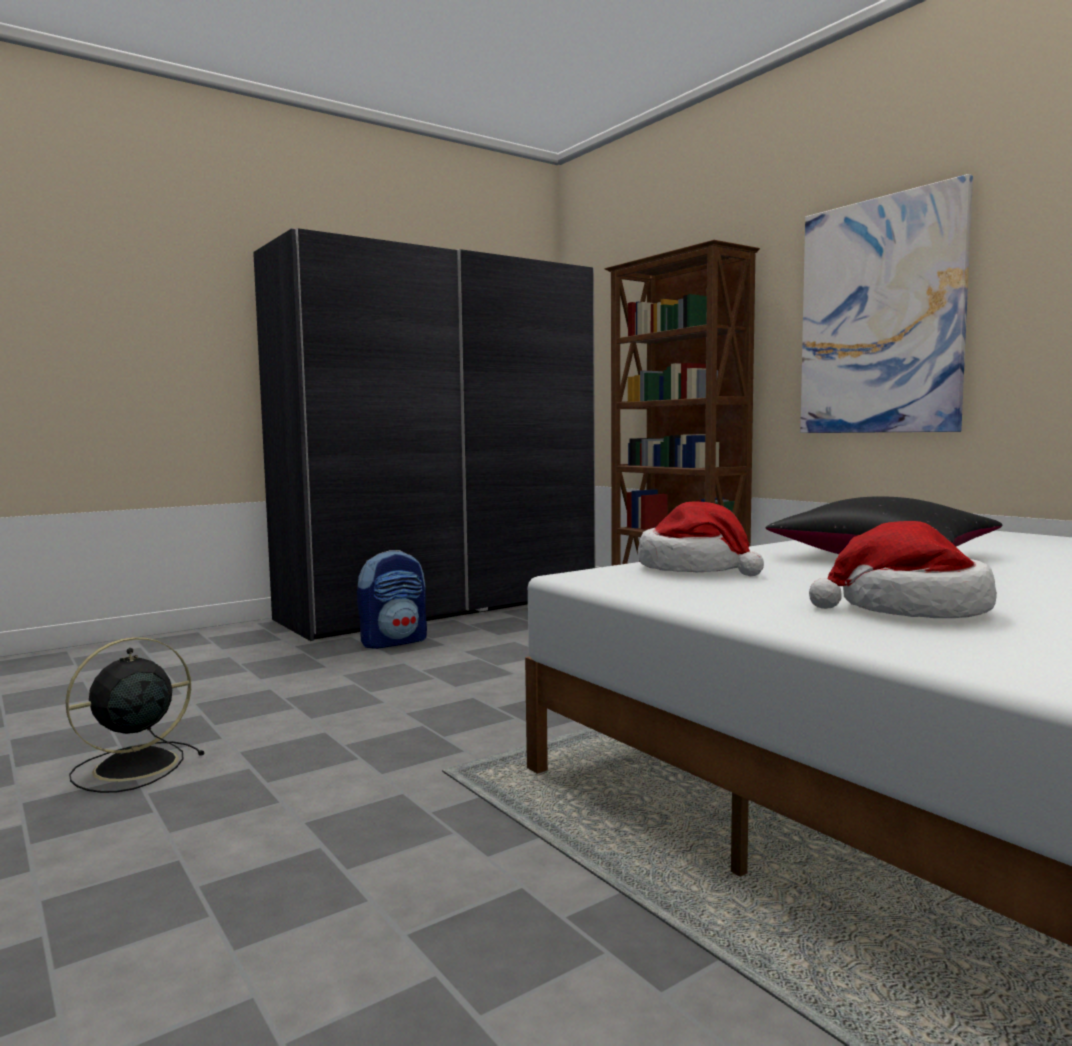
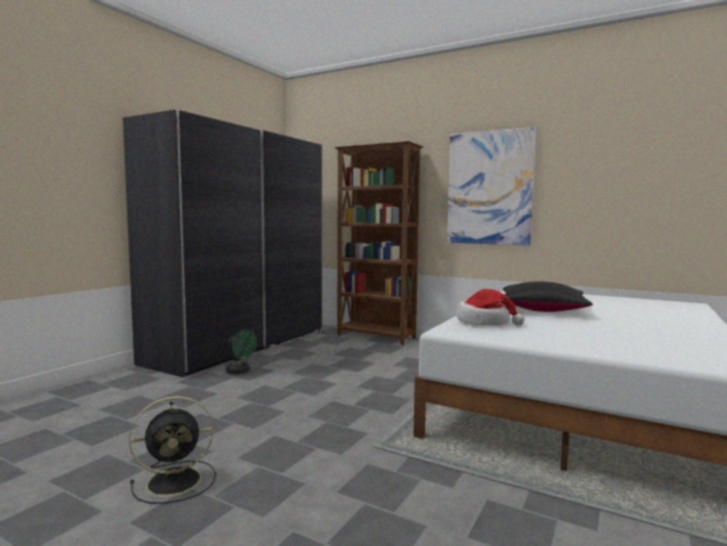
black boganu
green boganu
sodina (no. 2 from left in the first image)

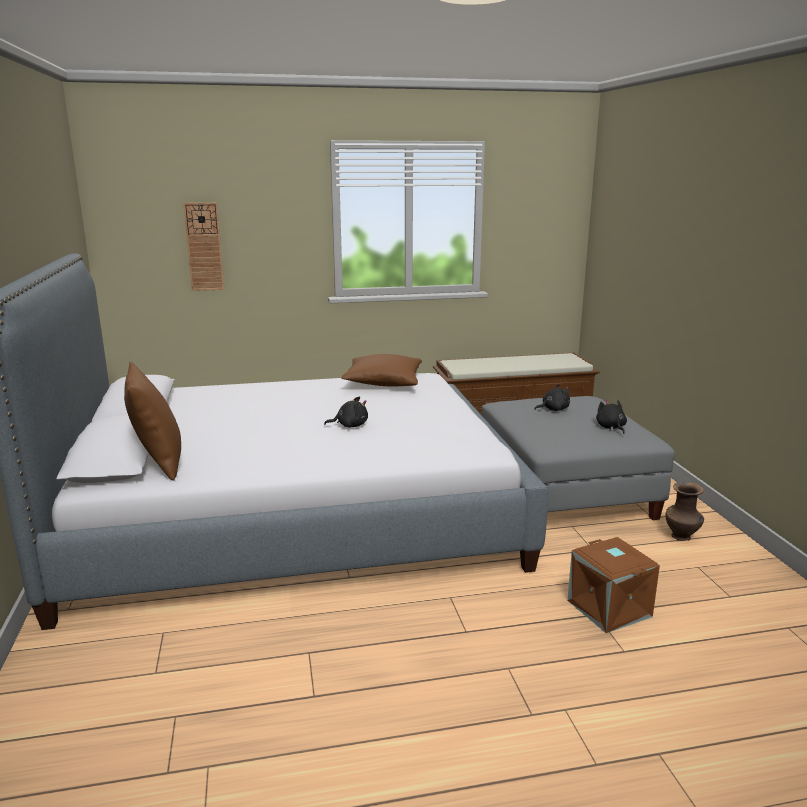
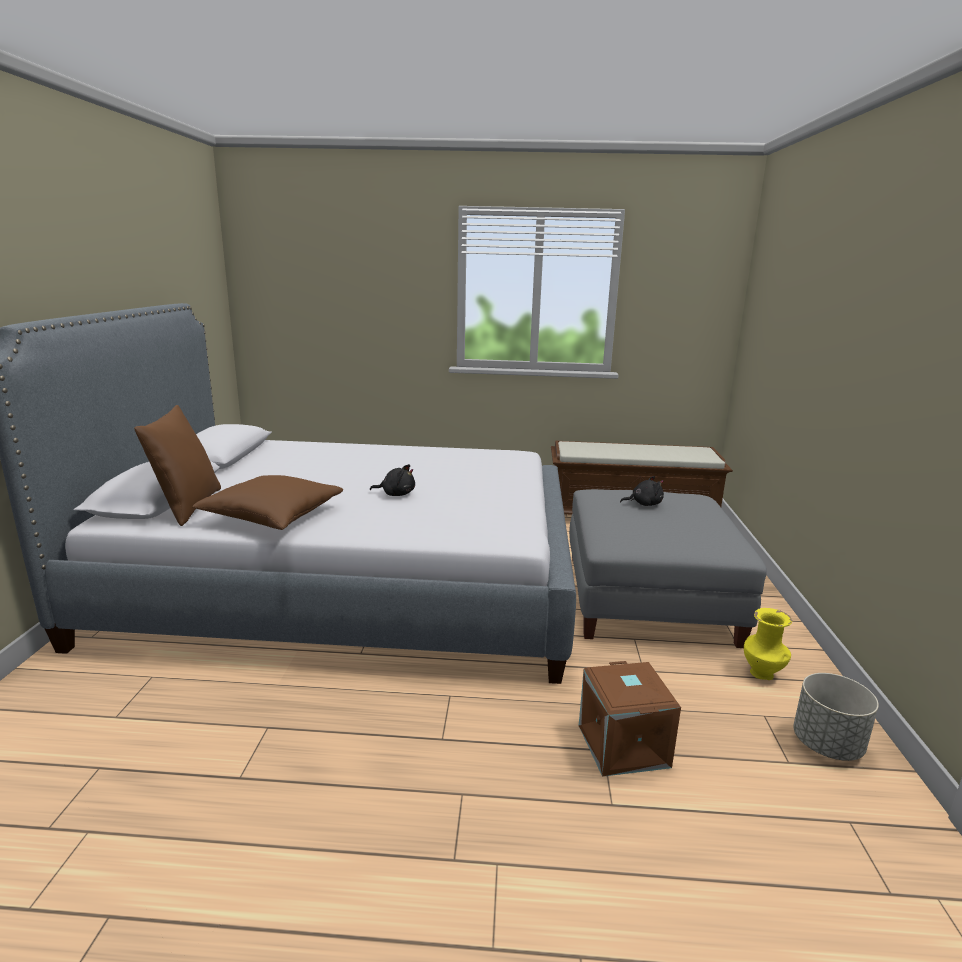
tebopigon
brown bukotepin (no. 2 from left)
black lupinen (no. 3 from left in the first image)
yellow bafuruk
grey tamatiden

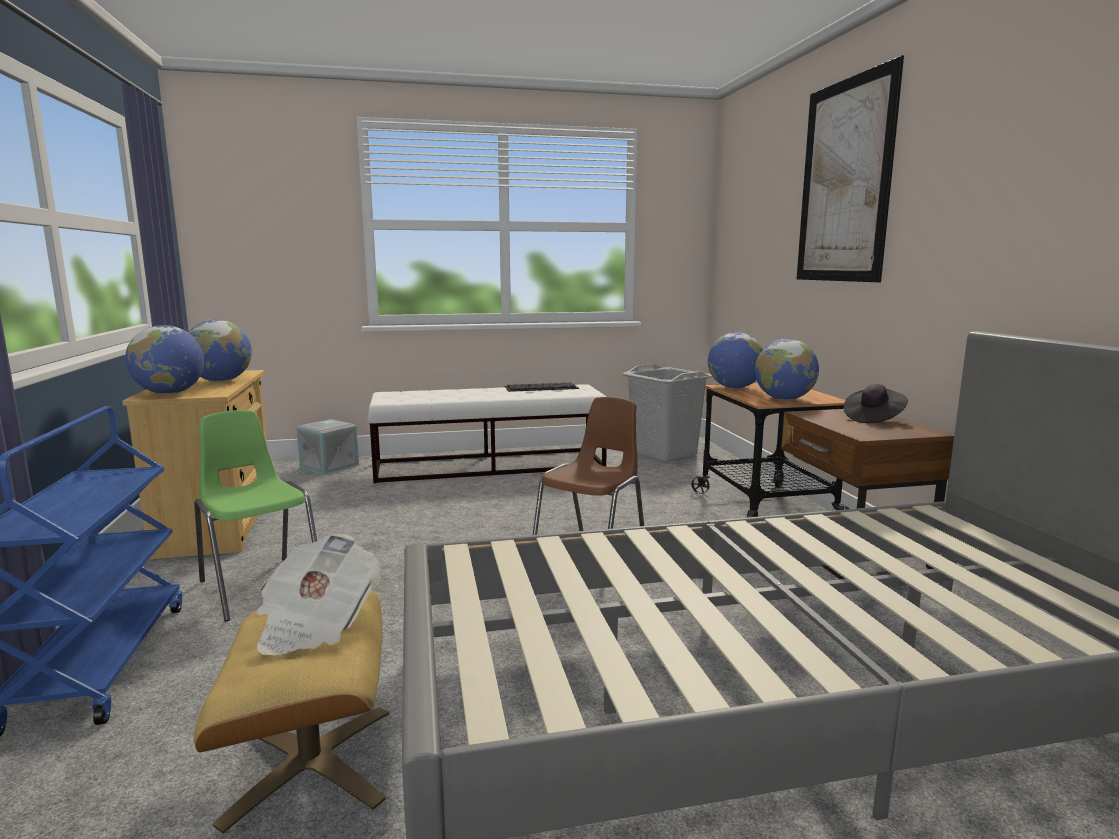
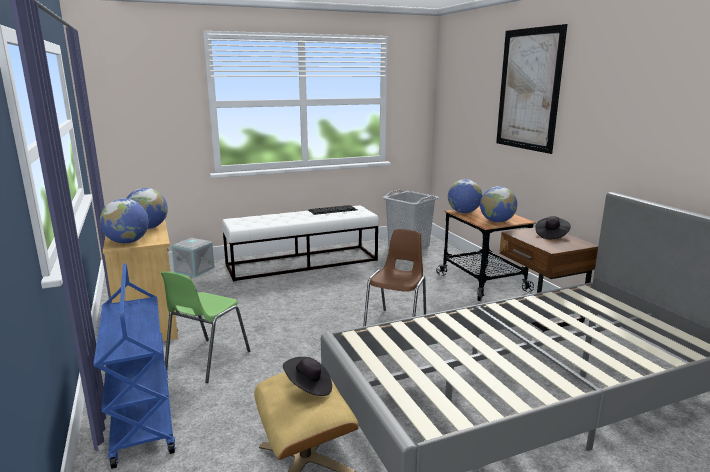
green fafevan
black sodina (no. 1 from left)

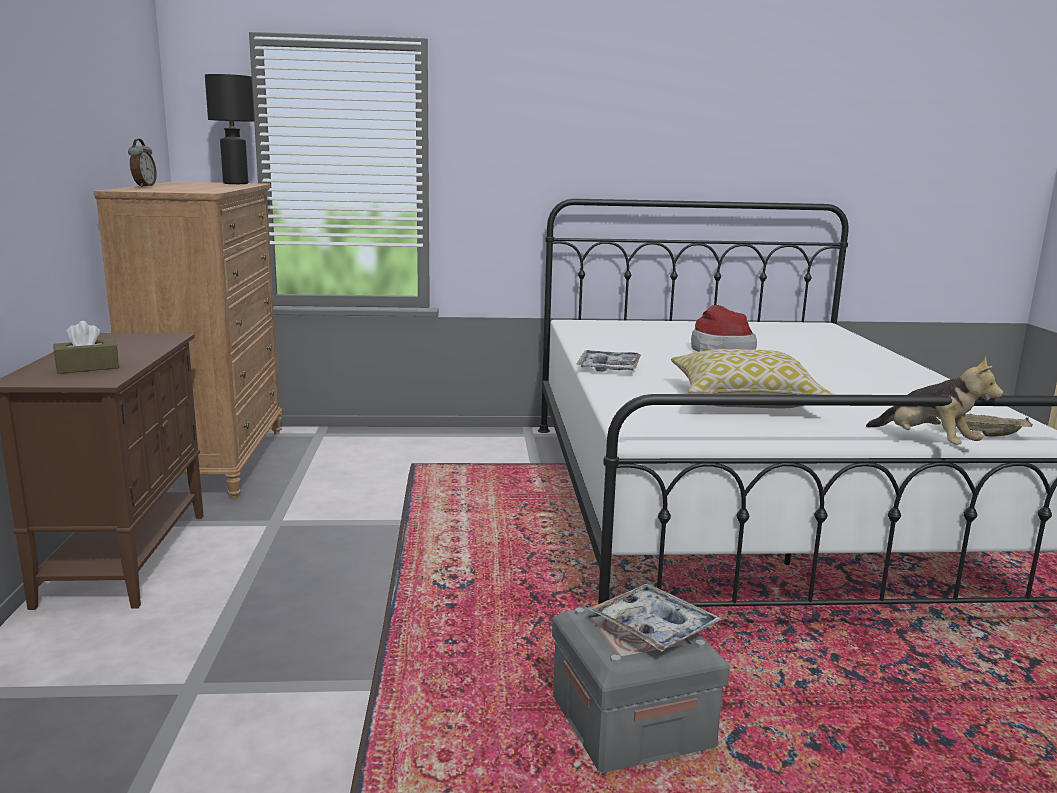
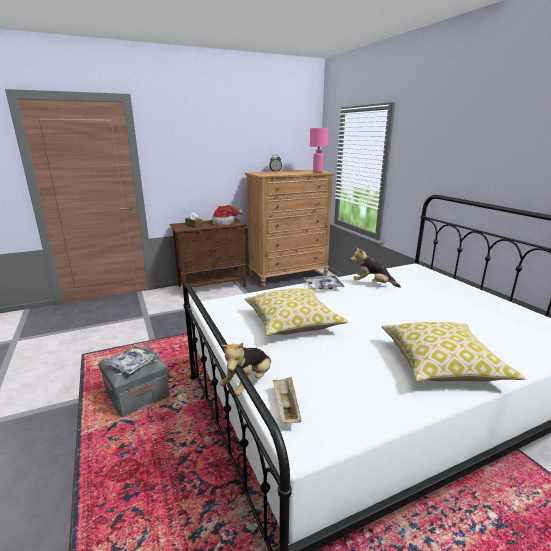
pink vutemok
sodina
lupinen (no. 2 from left)
bukotepin (no. 2 from left)

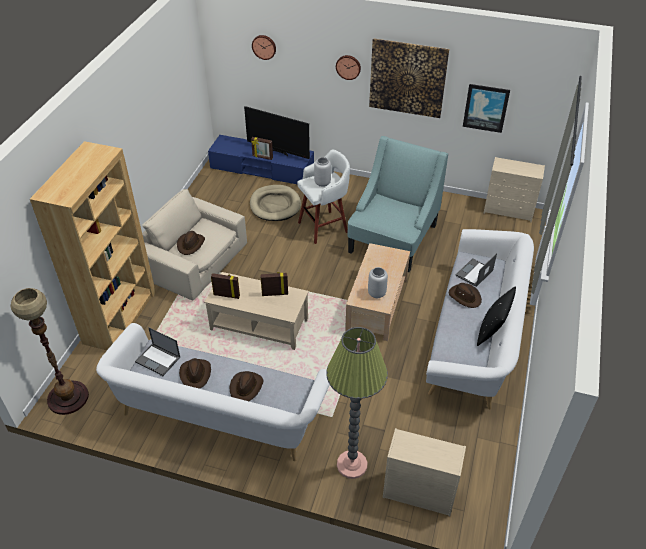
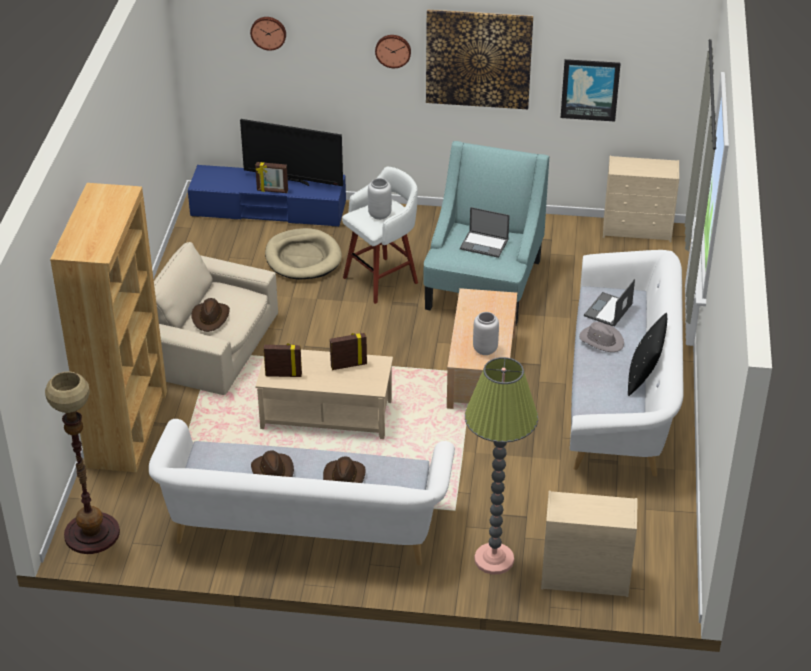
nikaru (no. 1 from left)
grey sodina

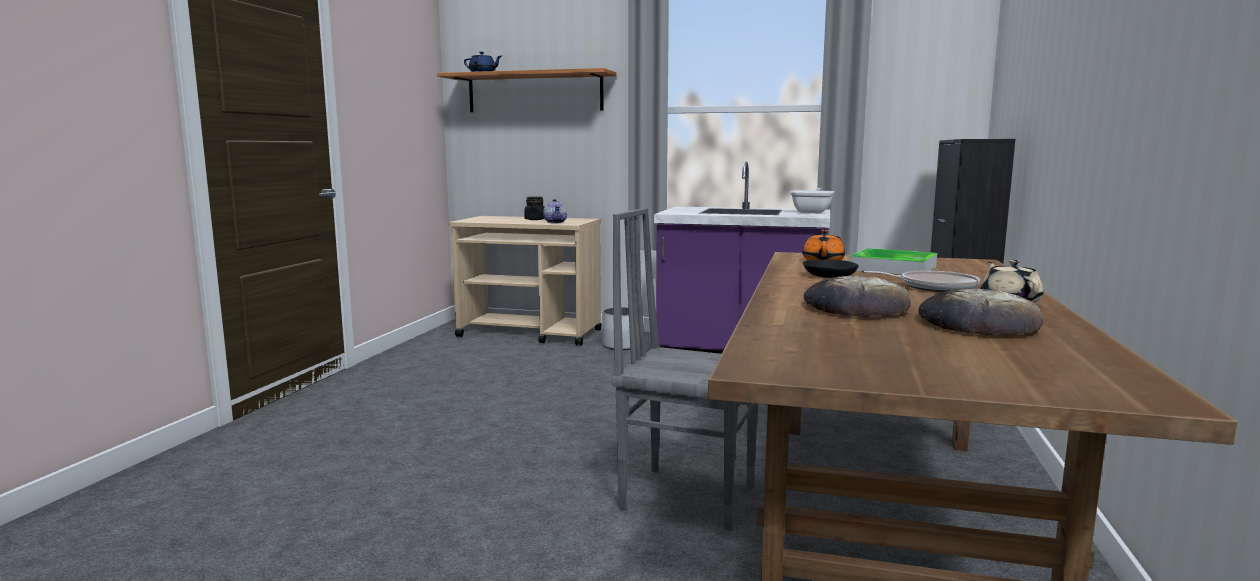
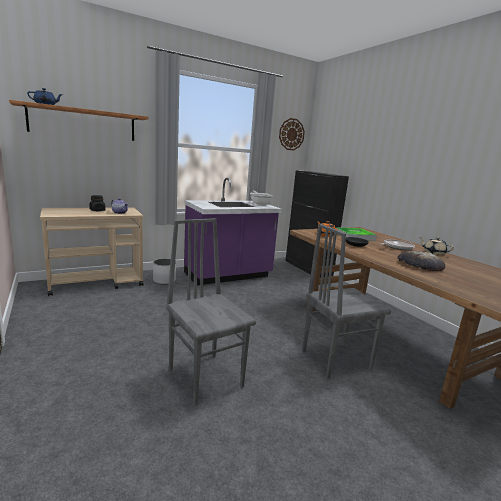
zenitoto (no. 2 from left in the first image)
grey fafevan (no. 1 from left)
tebopigon

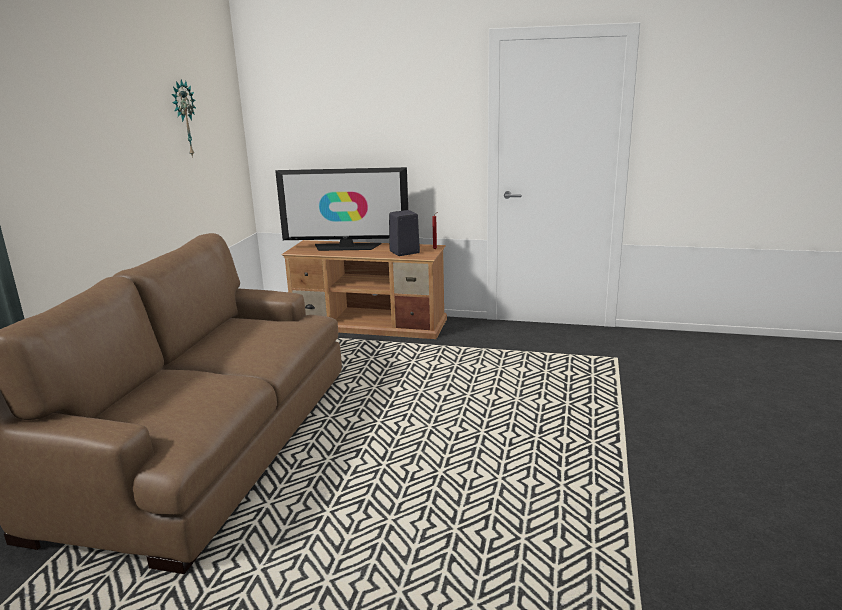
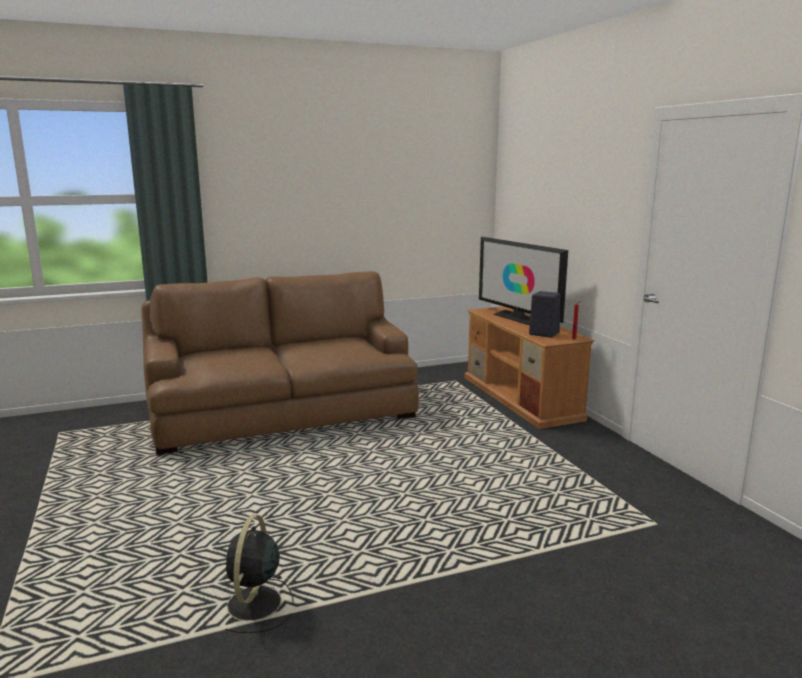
tebopigon
black boganu

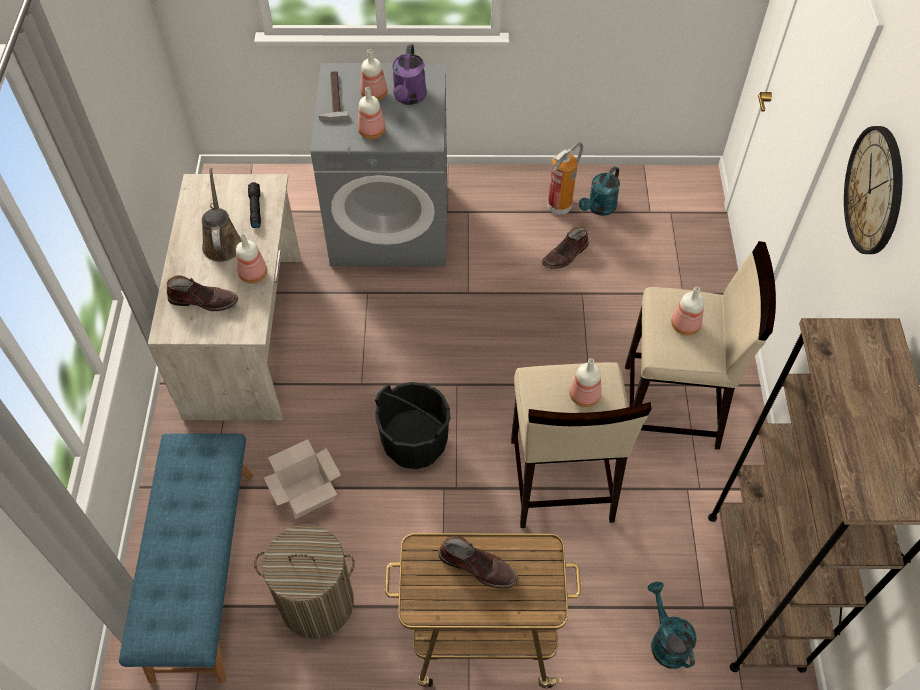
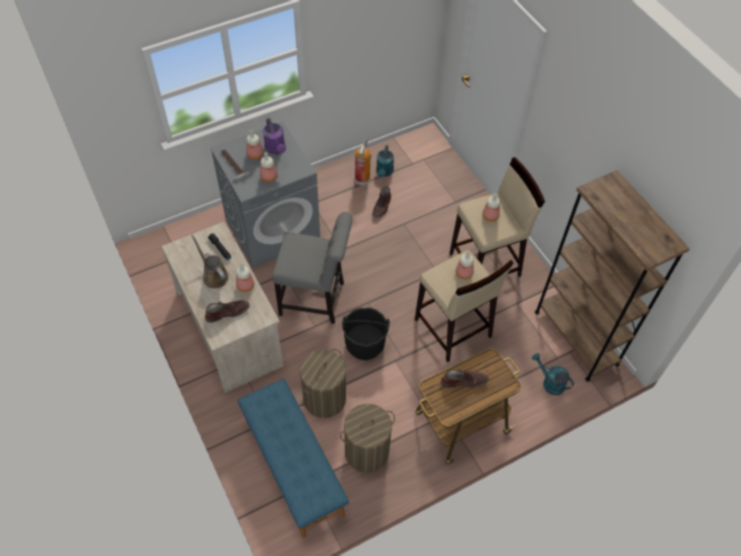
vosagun (no. 1 from left)
tebopigon
grey fafevan

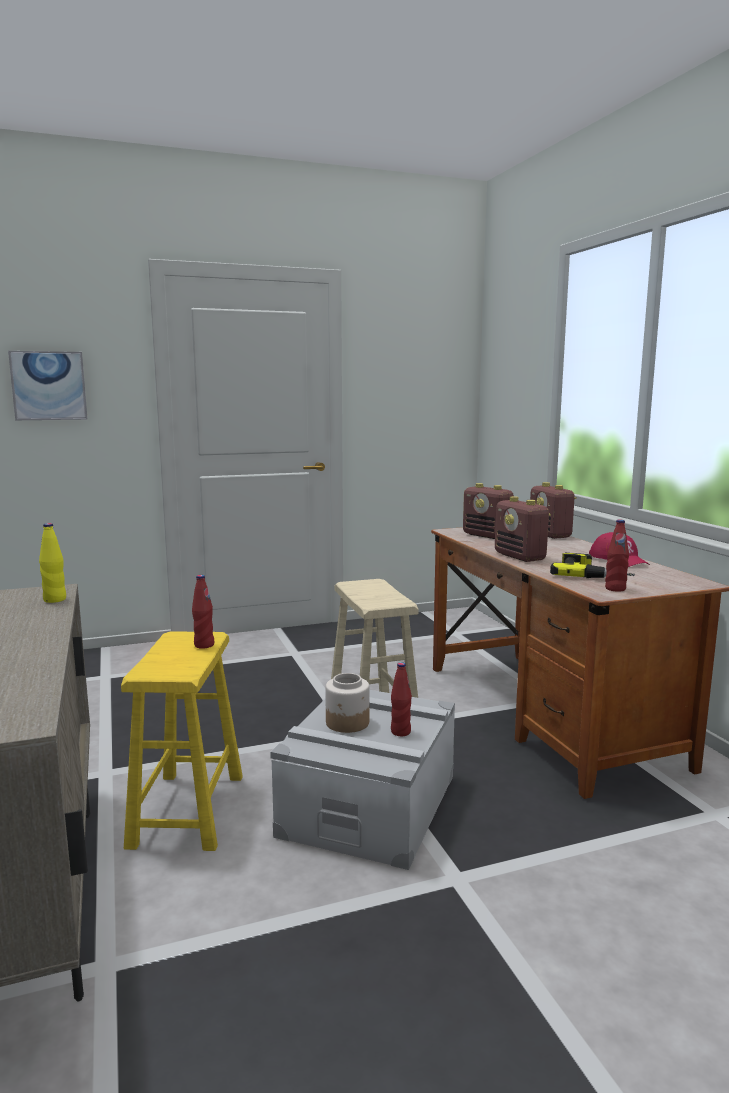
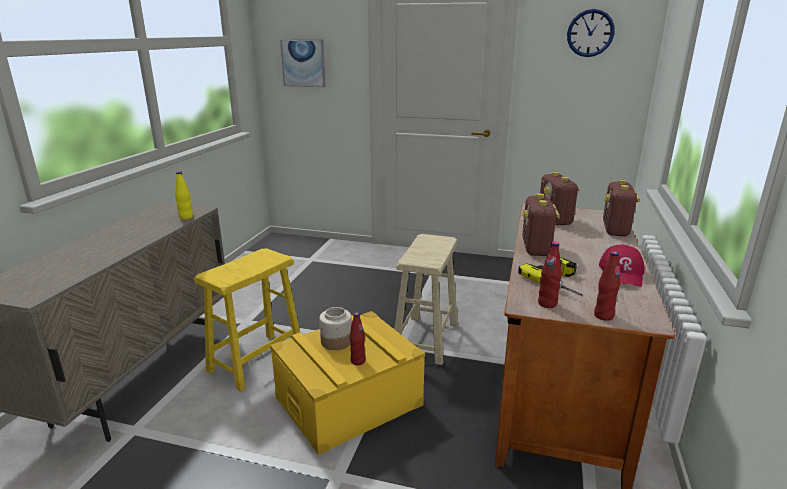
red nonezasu (no. 3 from left)
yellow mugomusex
tebopigon

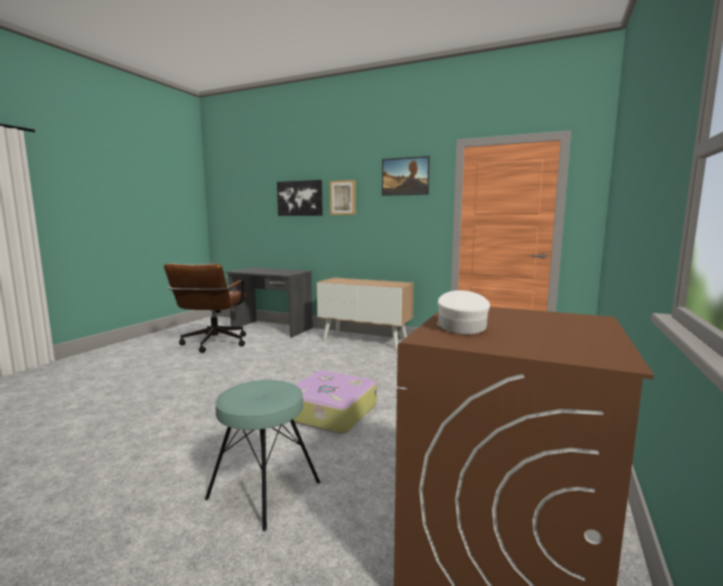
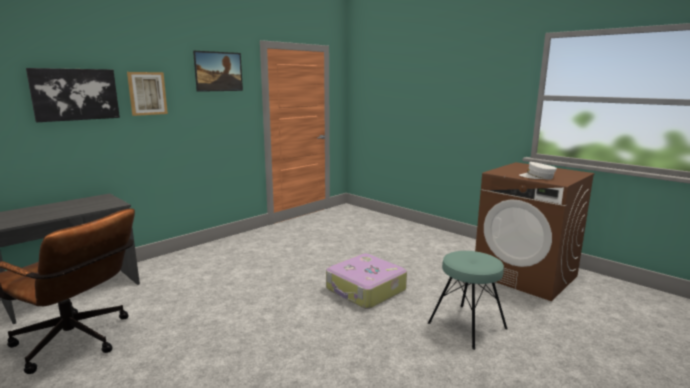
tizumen

